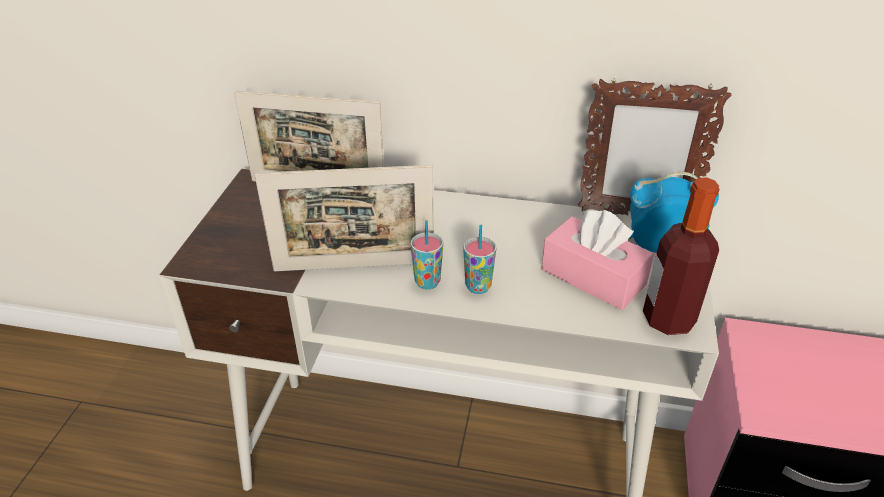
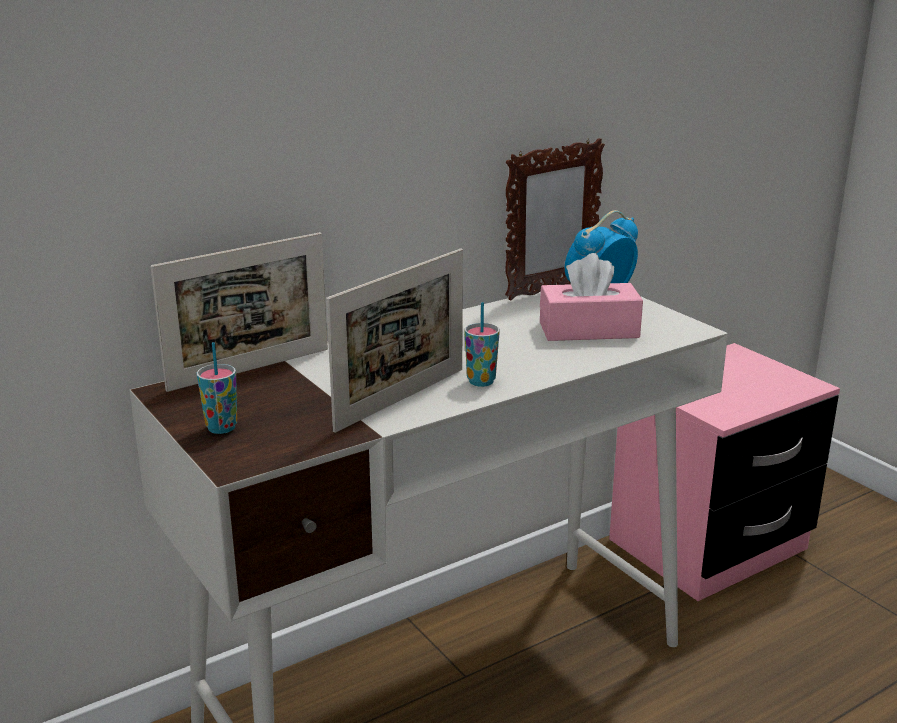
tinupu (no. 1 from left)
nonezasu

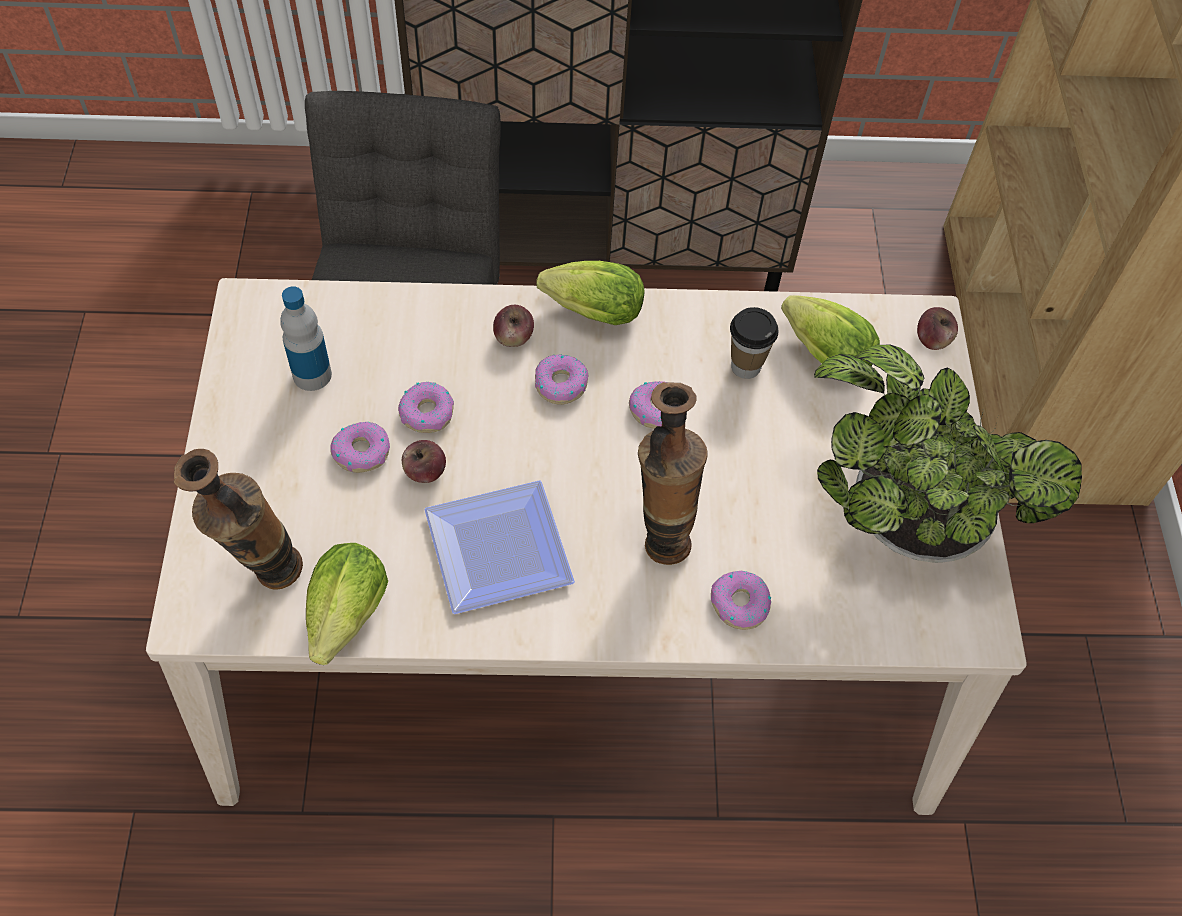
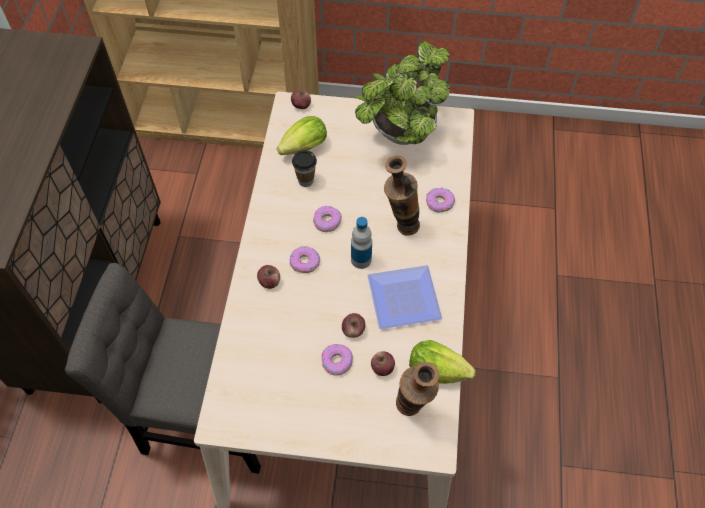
nonezasu
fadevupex (no. 2 from left in the first image)
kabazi (no. 2 from left in the first image)
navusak (no. 4 from left)

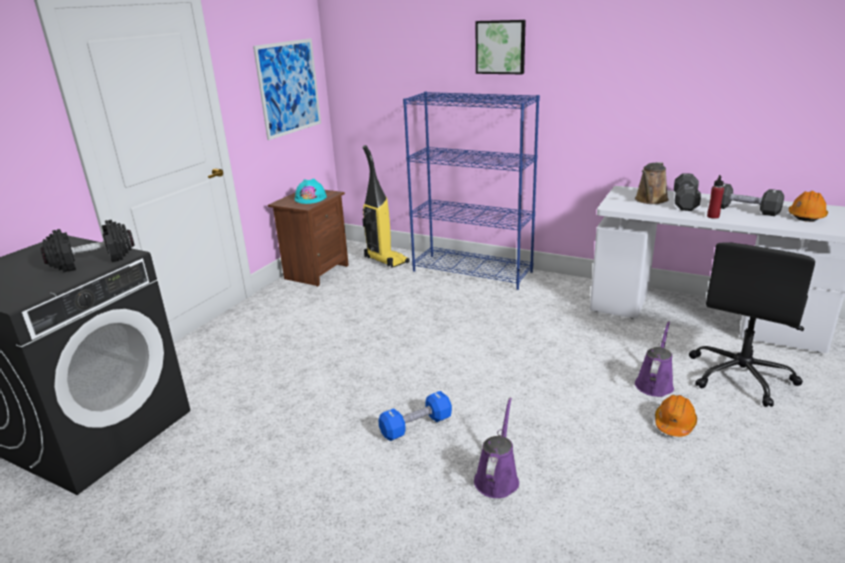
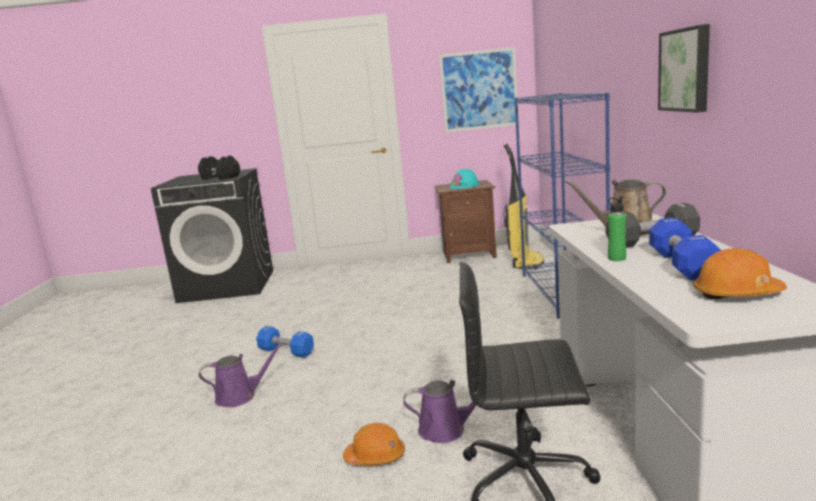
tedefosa (no. 2 from left)
green nonezasu
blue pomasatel (no. 2 from left)

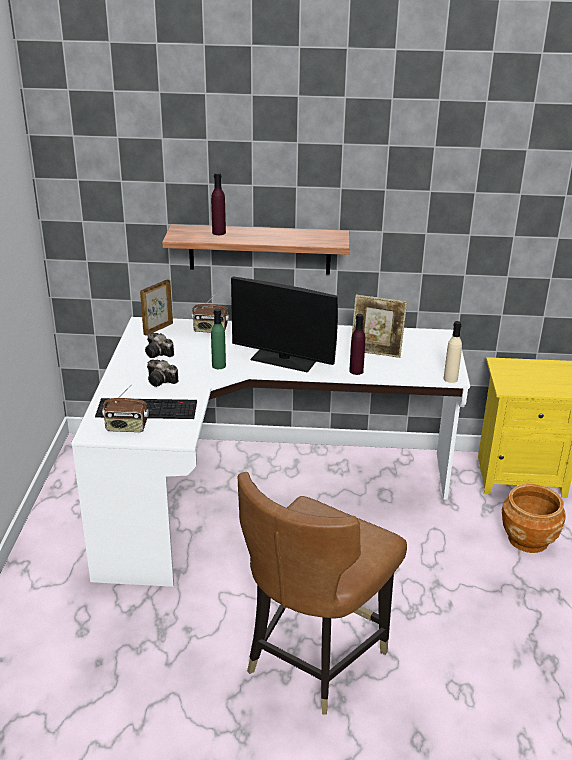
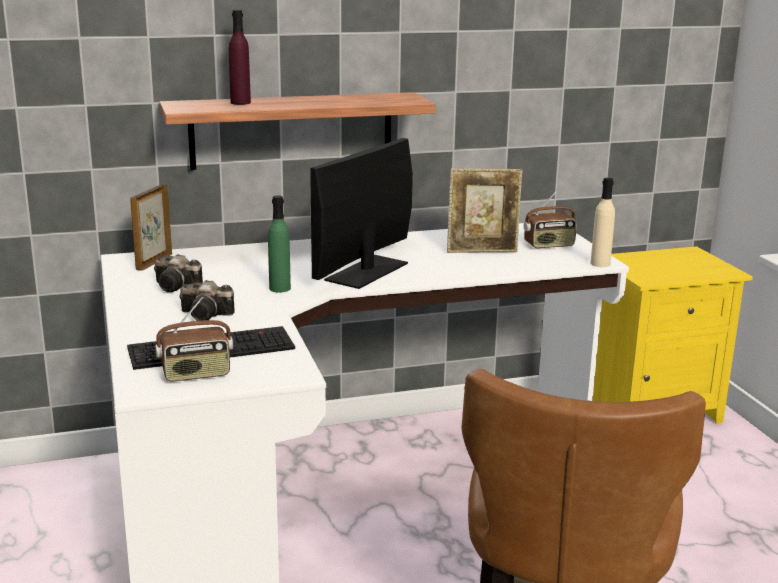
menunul (no. 2 from left)
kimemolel
purple nonezasu (no. 2 from left in the first image)
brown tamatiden

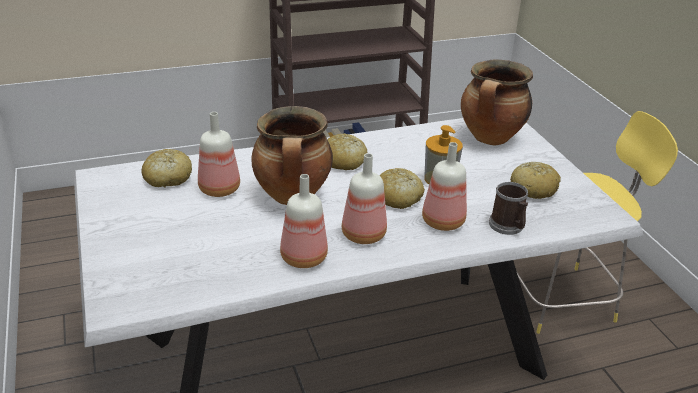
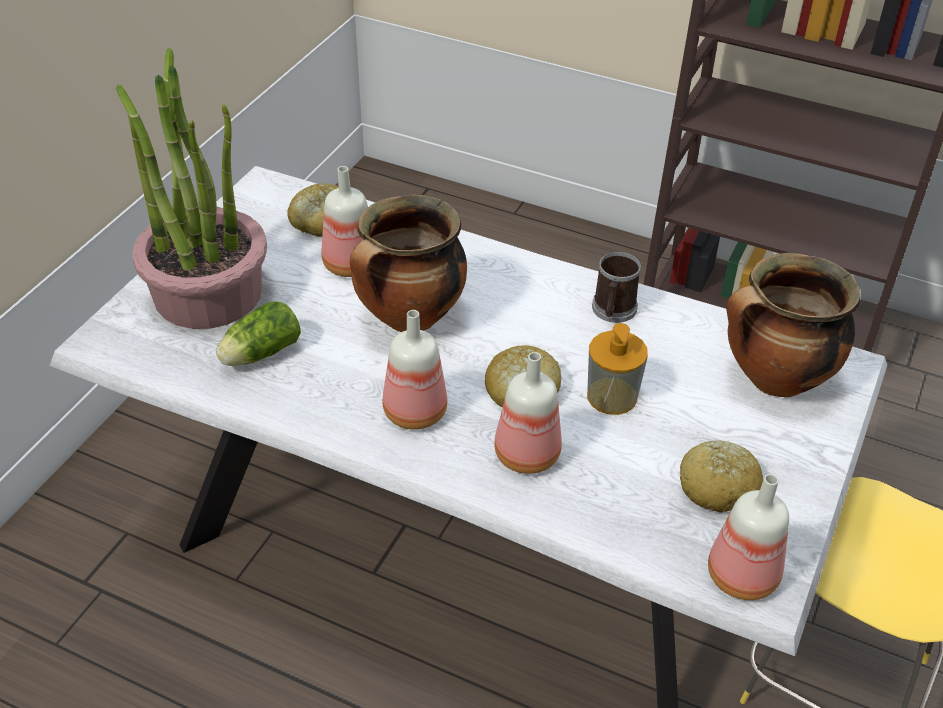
nonezasu (no. 4 from left)
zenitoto (no. 2 from left in the first image)
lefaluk
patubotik
kabazi

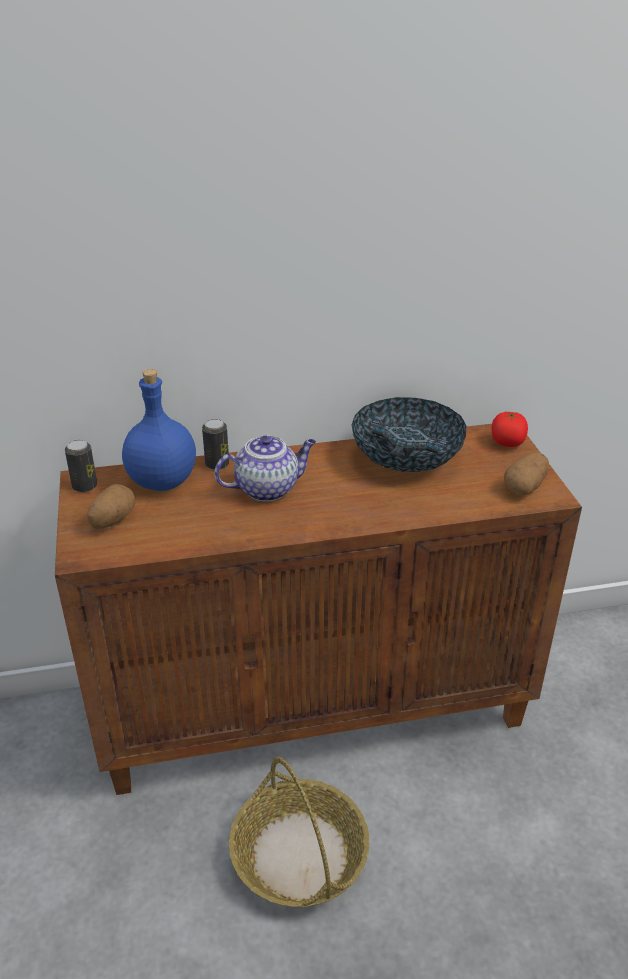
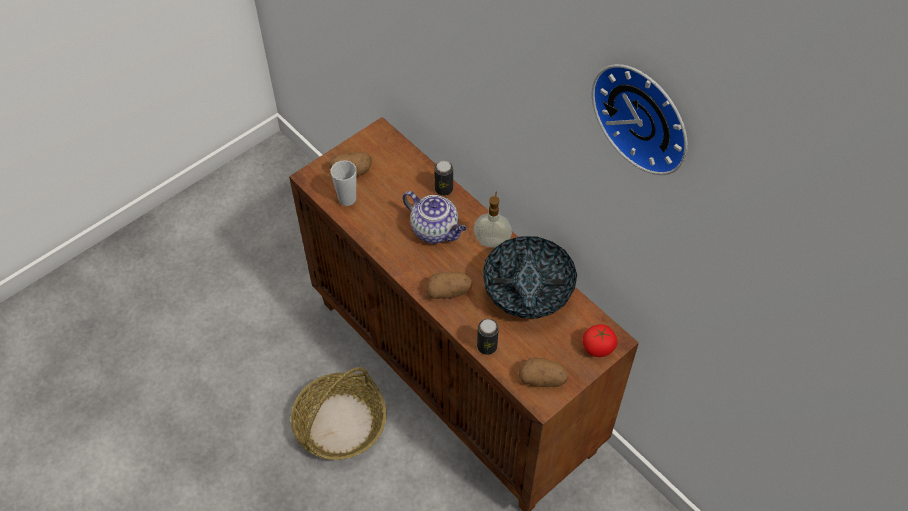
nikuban (no. 2 from left)
blue nonezasu
tinupu
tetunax (no. 2 from left)
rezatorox
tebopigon

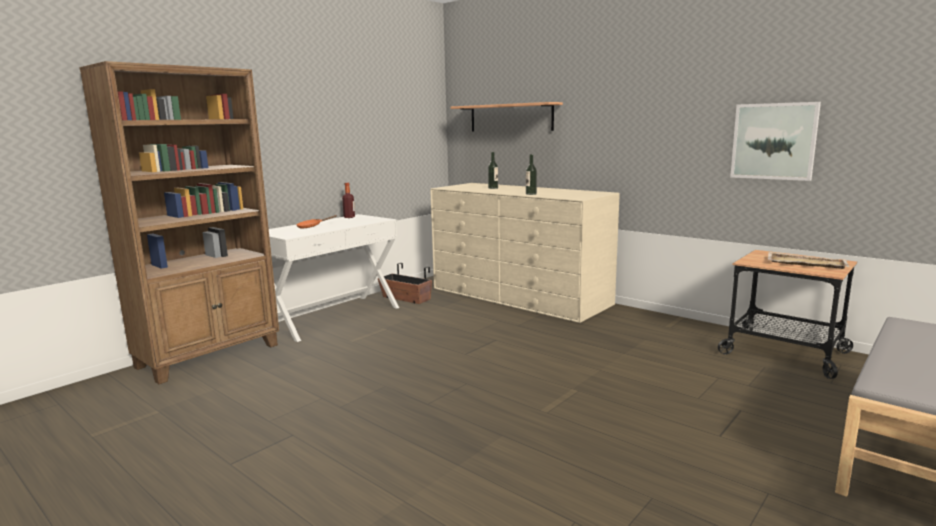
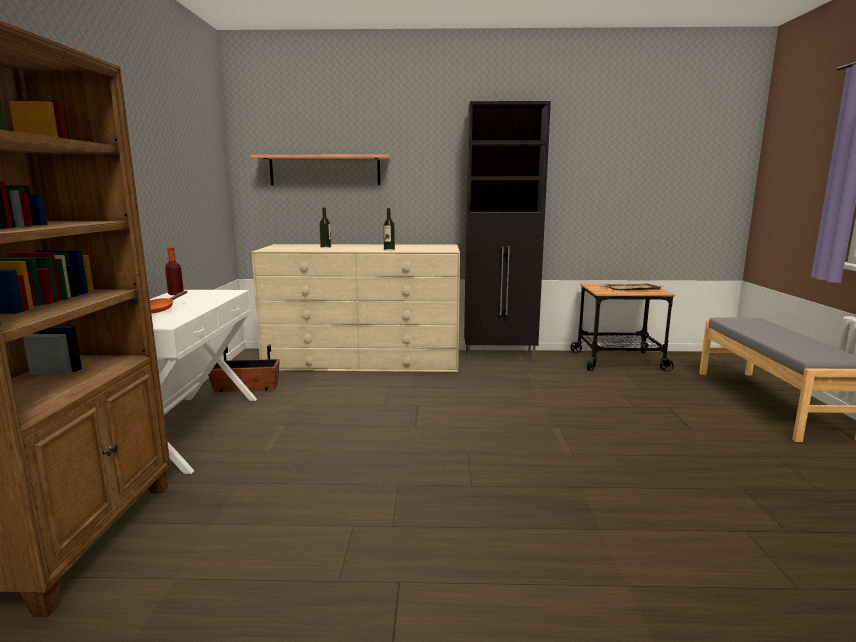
tedefosa
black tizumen

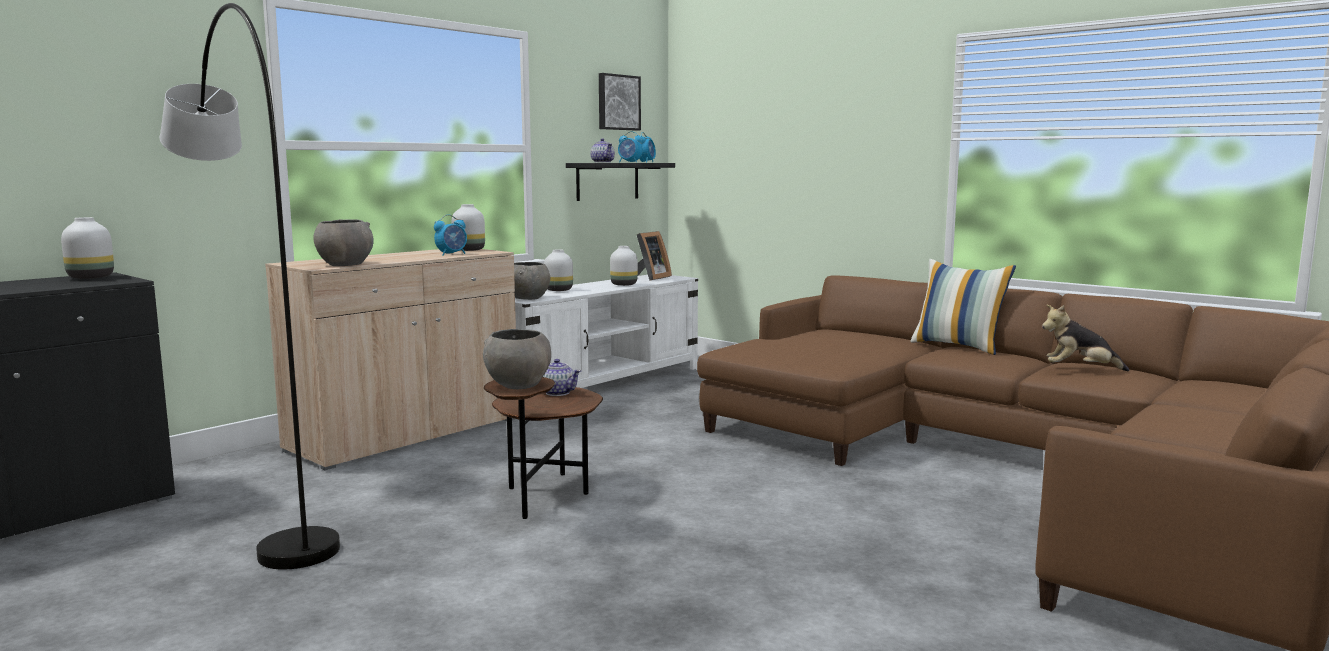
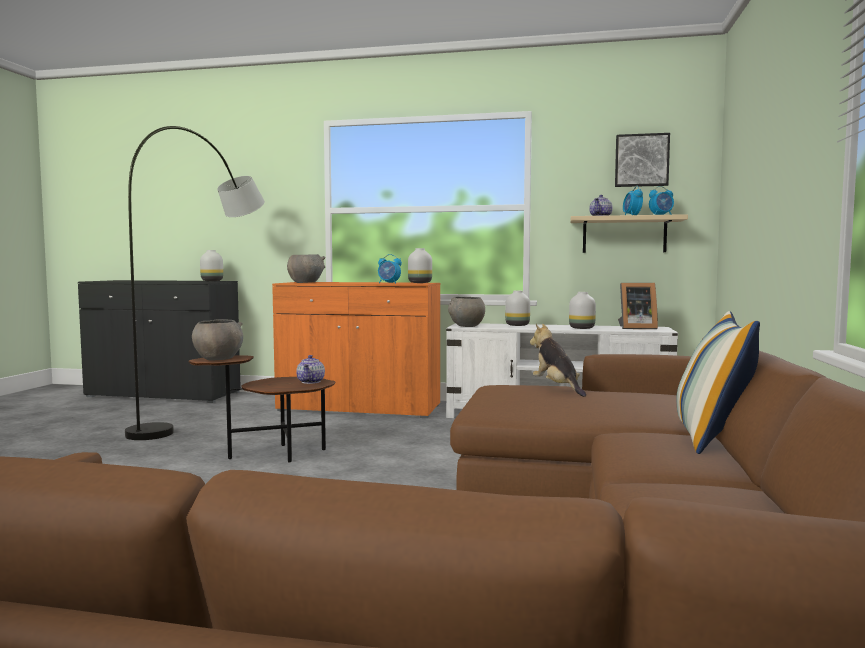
orange tizumen
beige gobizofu
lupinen

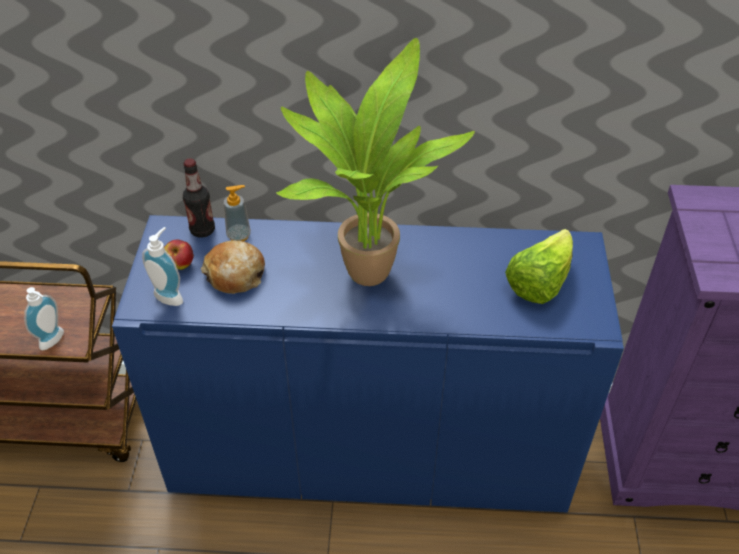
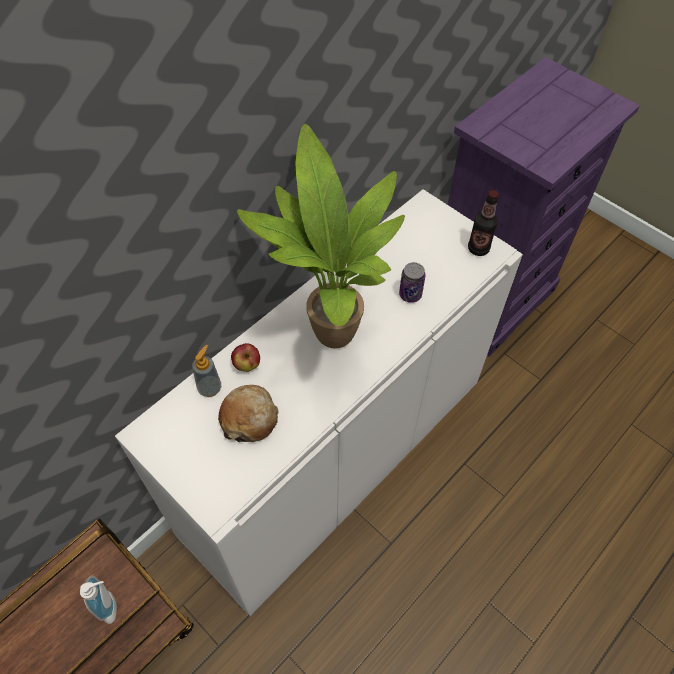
white tizumen
rezatorox (no. 2 from left in the first image)
navusak
nonezasu
kabazi
nikuban

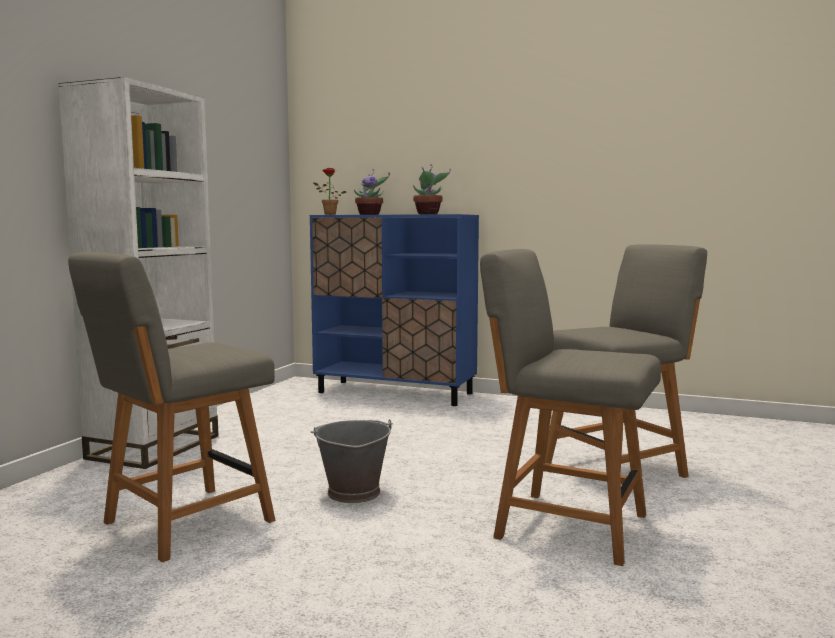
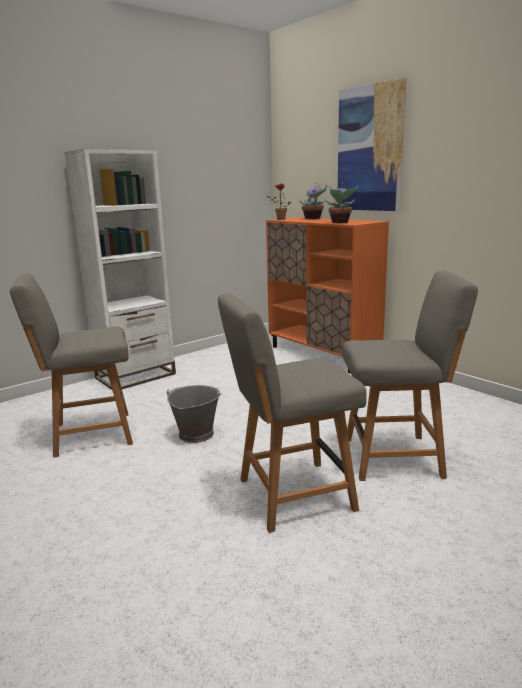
orange tizumen
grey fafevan (no. 2 from left)
tedefosa

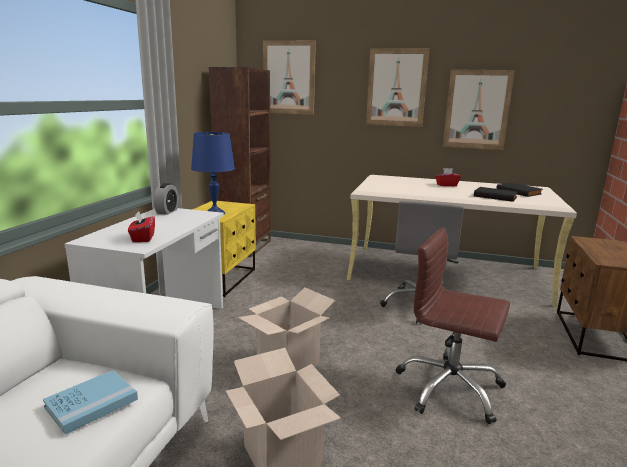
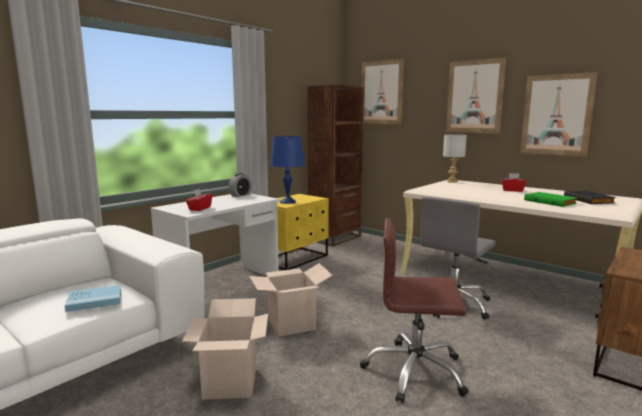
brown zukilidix
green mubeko
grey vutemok

